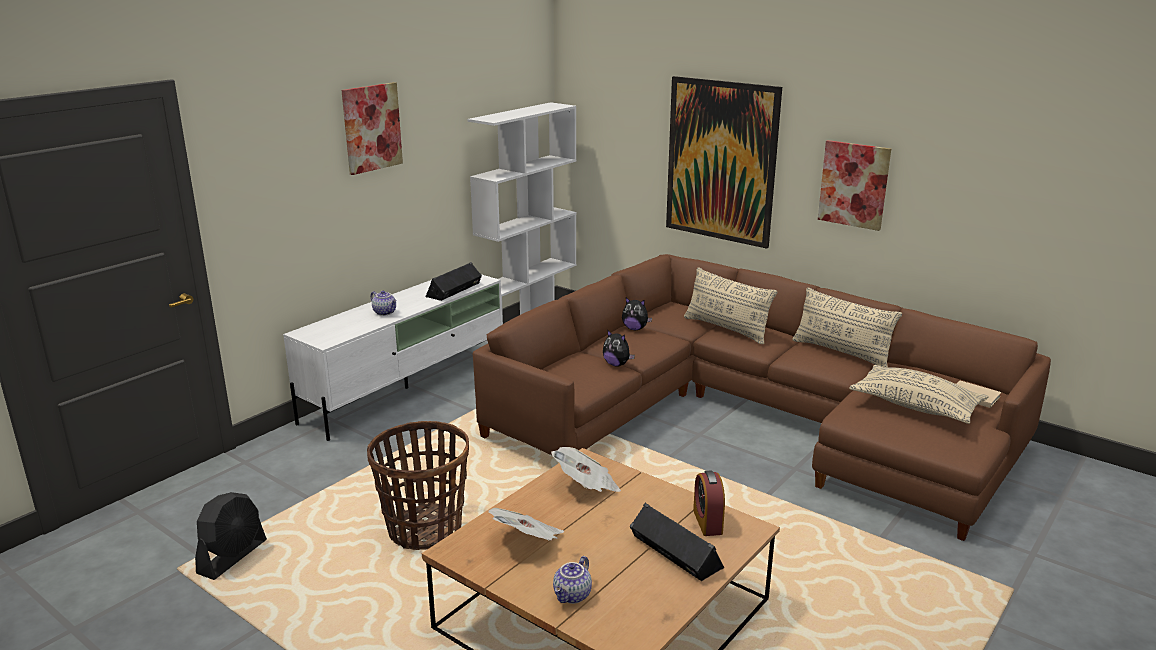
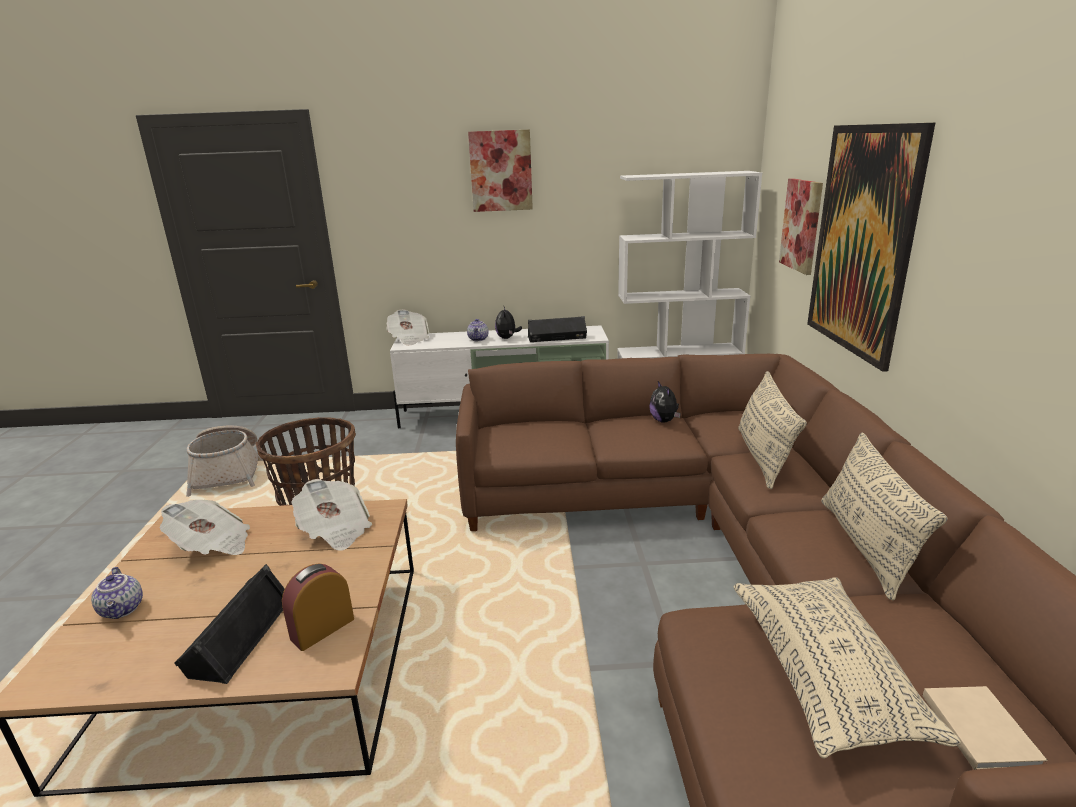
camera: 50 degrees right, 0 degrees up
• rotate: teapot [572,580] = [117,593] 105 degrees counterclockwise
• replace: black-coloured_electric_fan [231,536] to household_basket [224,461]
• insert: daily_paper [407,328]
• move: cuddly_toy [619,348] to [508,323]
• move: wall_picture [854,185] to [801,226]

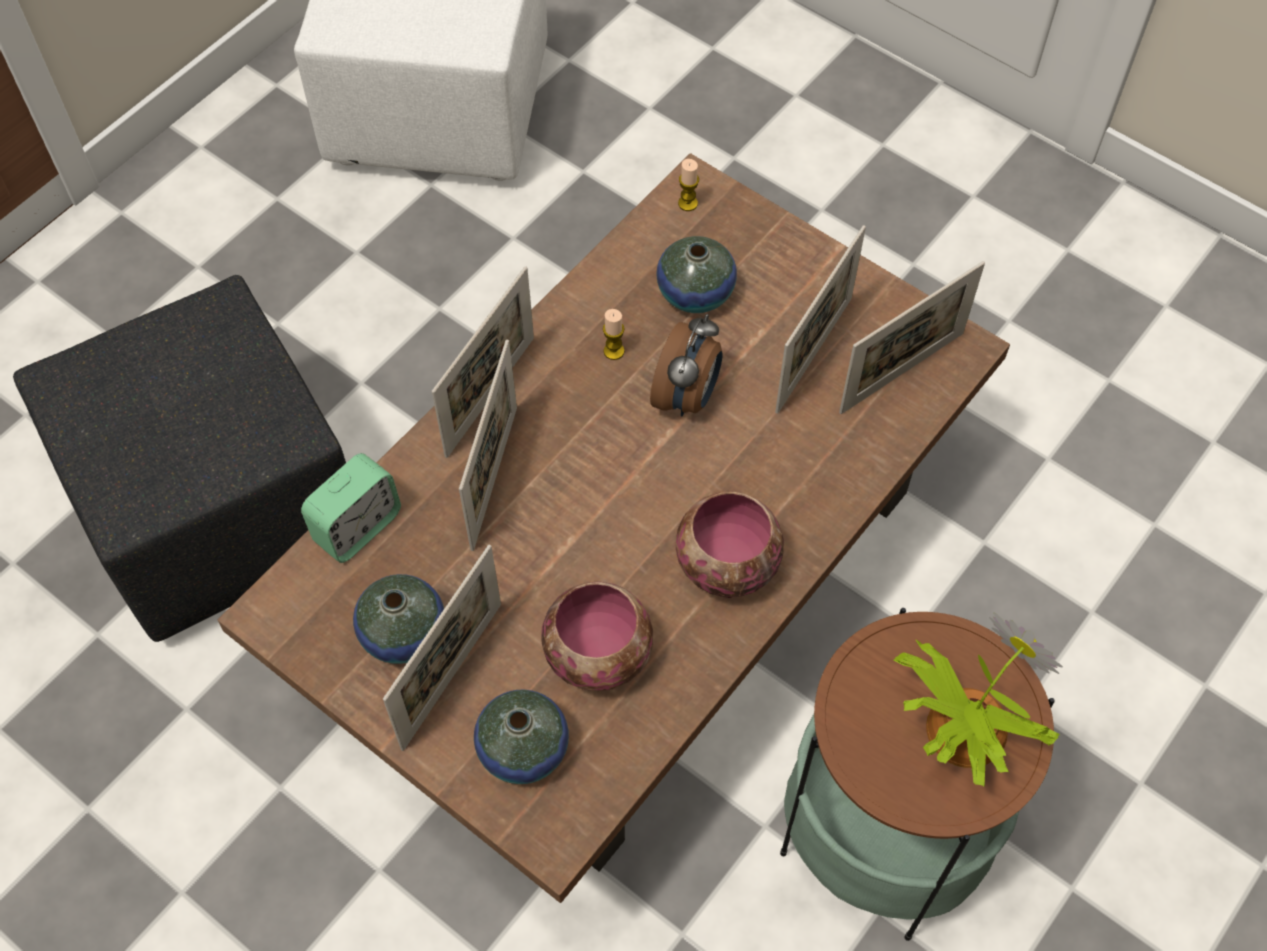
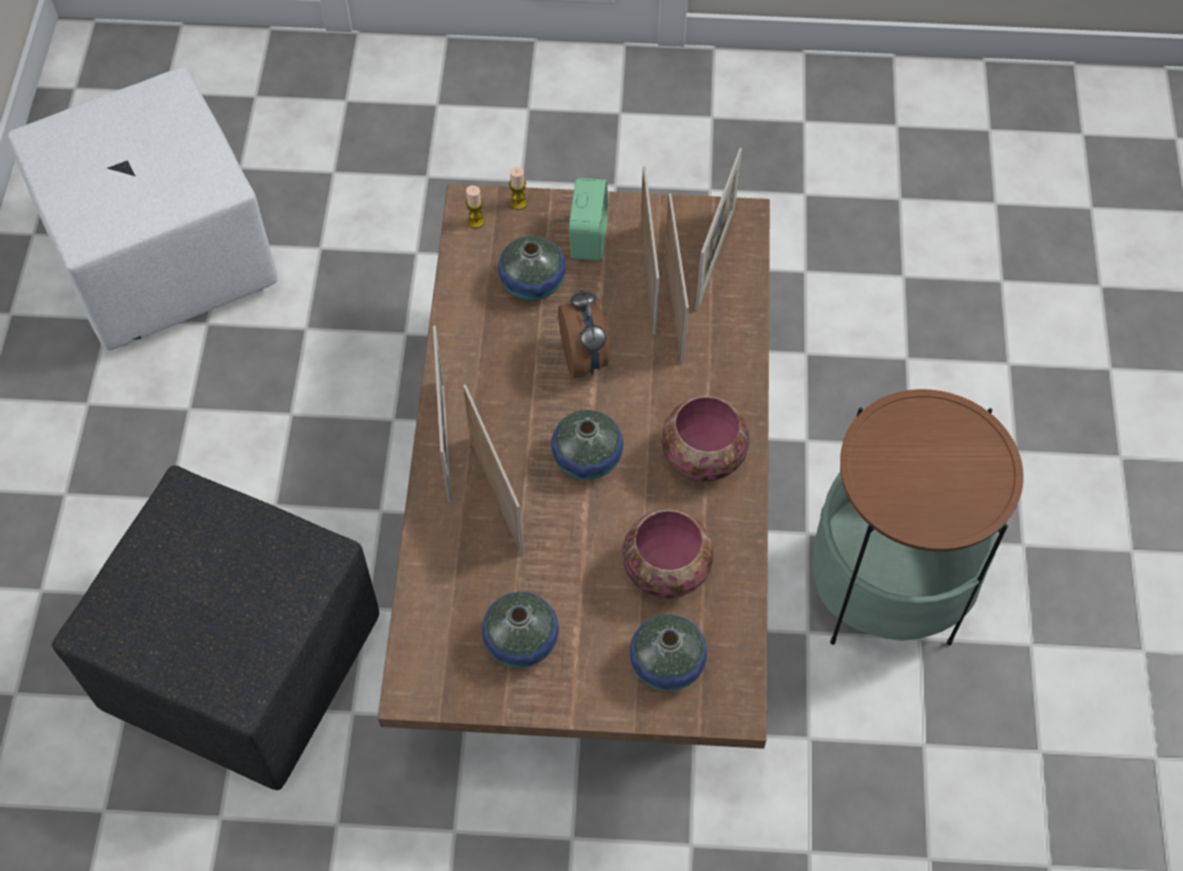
camera: 35 degrees left, 0 degrees up
• move: wax_candle [614,334] to [518,188]
• insert: flower_vase [587,445]
• move: alarm_clock [351,508] to [588,219]
• move: standing_frame [442,647] to [677,278]
• delete: plant_in_a_pot [978,699]

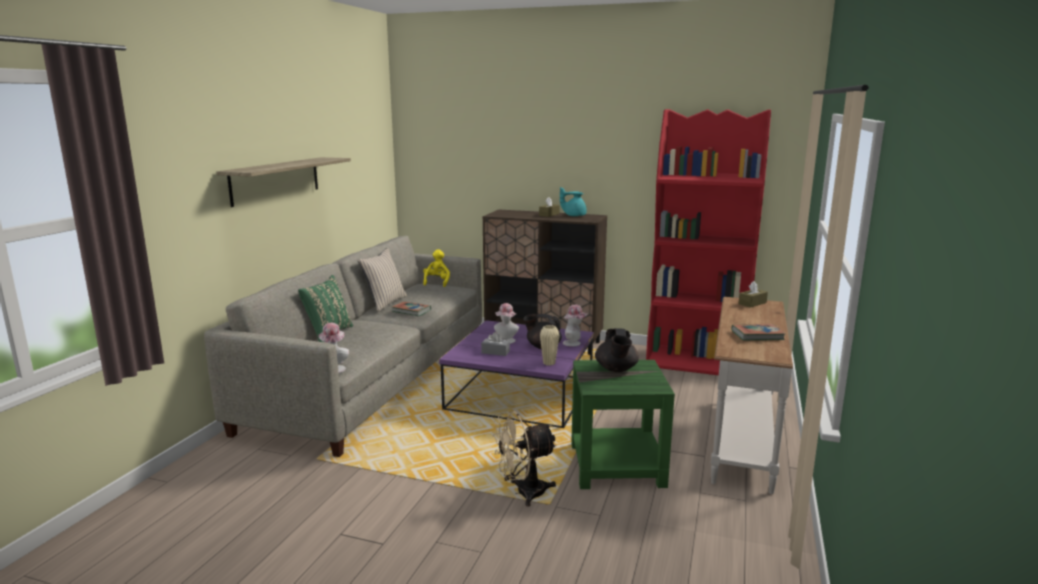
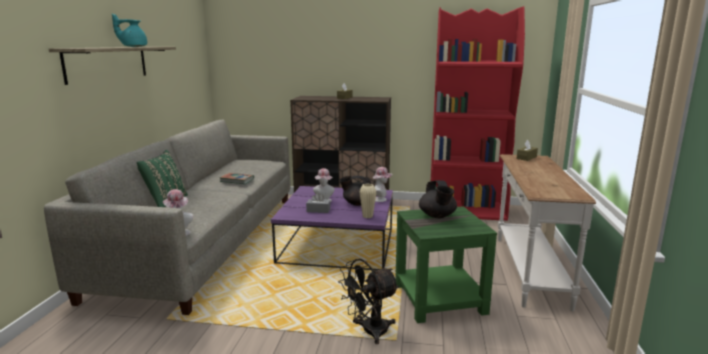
camera: 10 degrees left, 0 degrees up
• move: turquoise_teapot [573,202] to [129,30]
• recolor: beige-coloured_electric_fan [524,459] to black-coloured_electric_fan [369,301]
• delete: beige-coloured_cushion [382,280]
• delete: yellow_cuddly_toy [436,268]
• delete: volume [759,332]

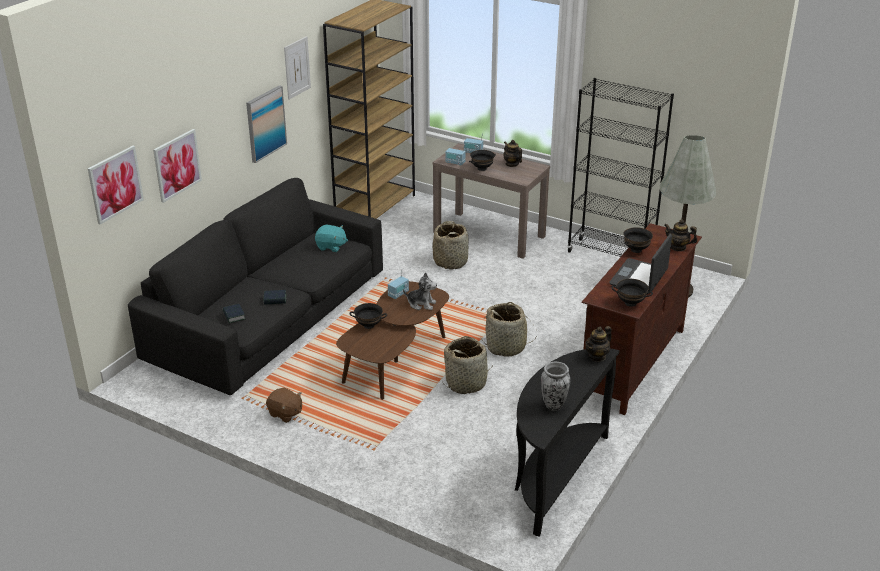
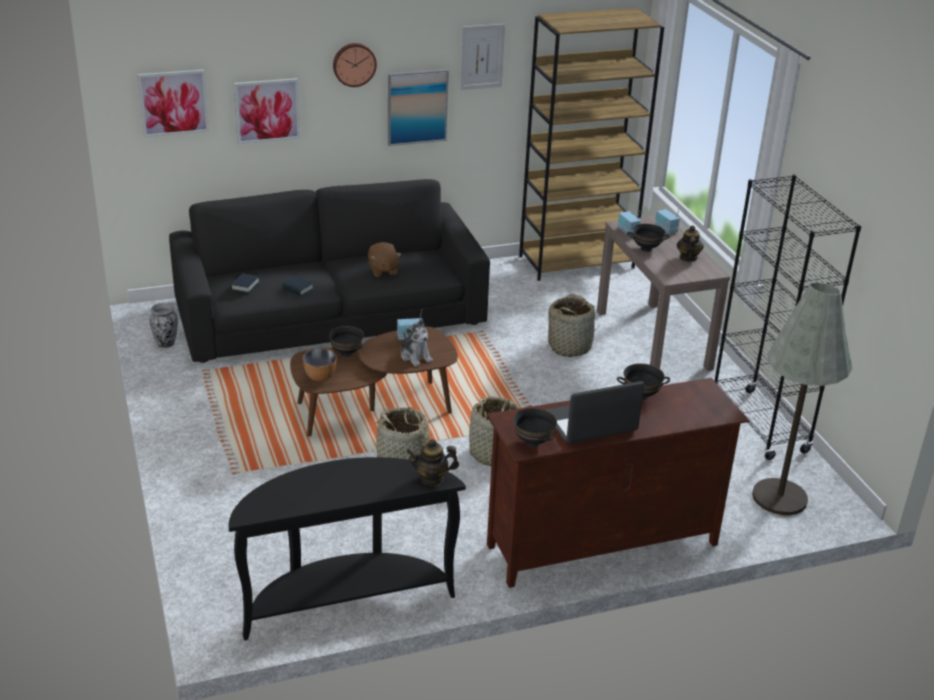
camera: 40 degrees right, 0 degrees up
• move: flower_vase [555,386] to [163,325]
• insert: serving_bowl [320,365]
• insert: wall_clock [355,65]
• move: brownish_cuddly_toy [284,405] to [384,259]
• delete: turquoise_cuddly_toy [331,238]
• delete: teapot [680,235]

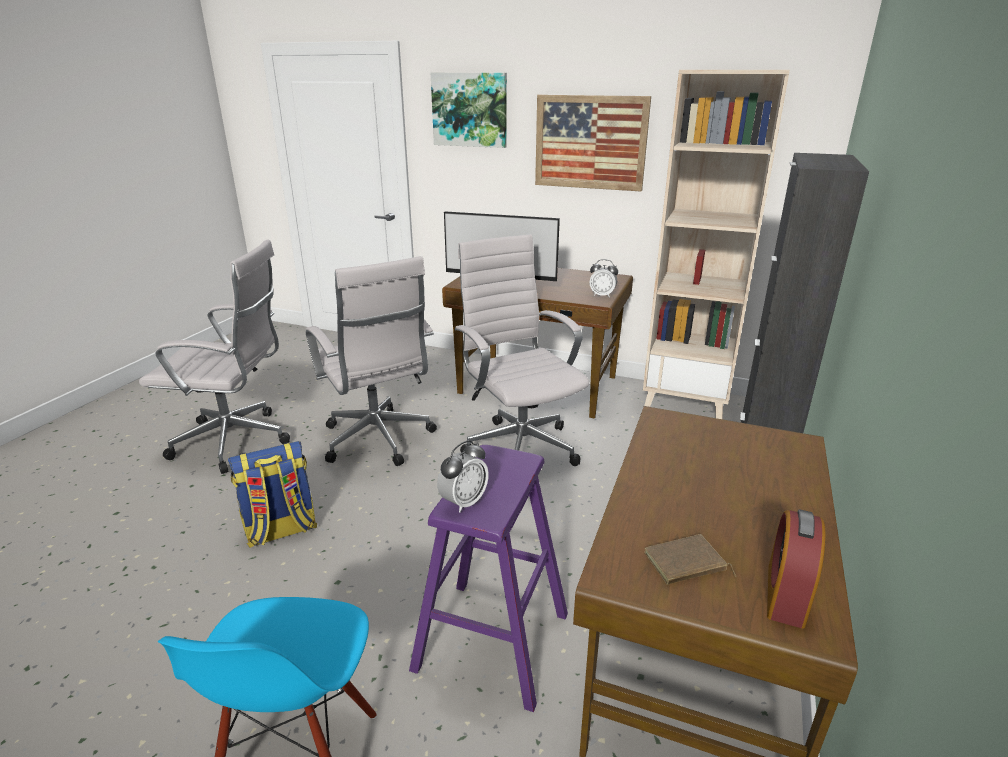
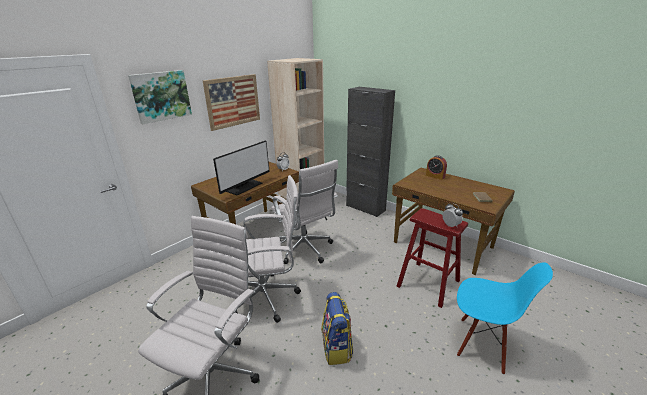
camera: 70 degrees left, 0 degrees up
• rotate: white-coloured_computer_chair [522,350] = [304,212] 120 degrees counterclockwise
• recolor: purple_stool_seat [488,578] to red_stool_seat [432,258]
• move: alarm_clock [796,569] to [436,167]

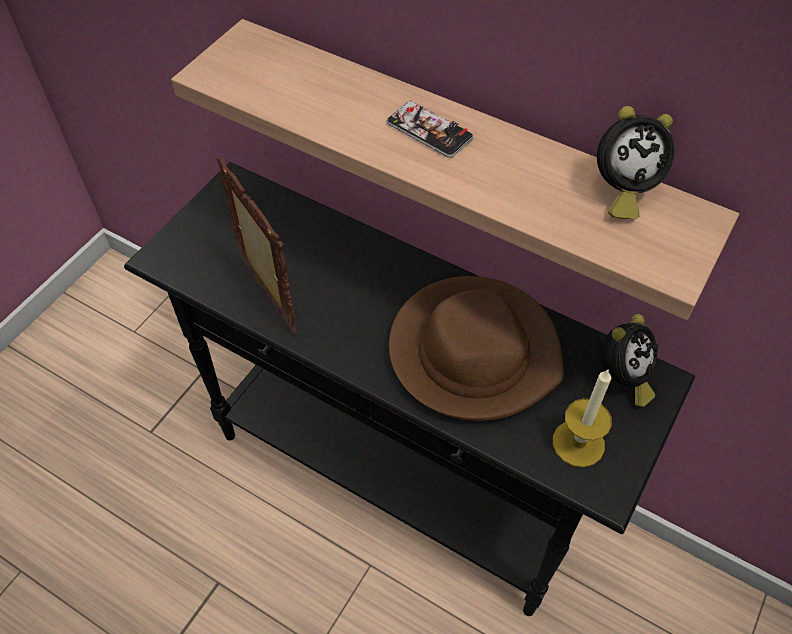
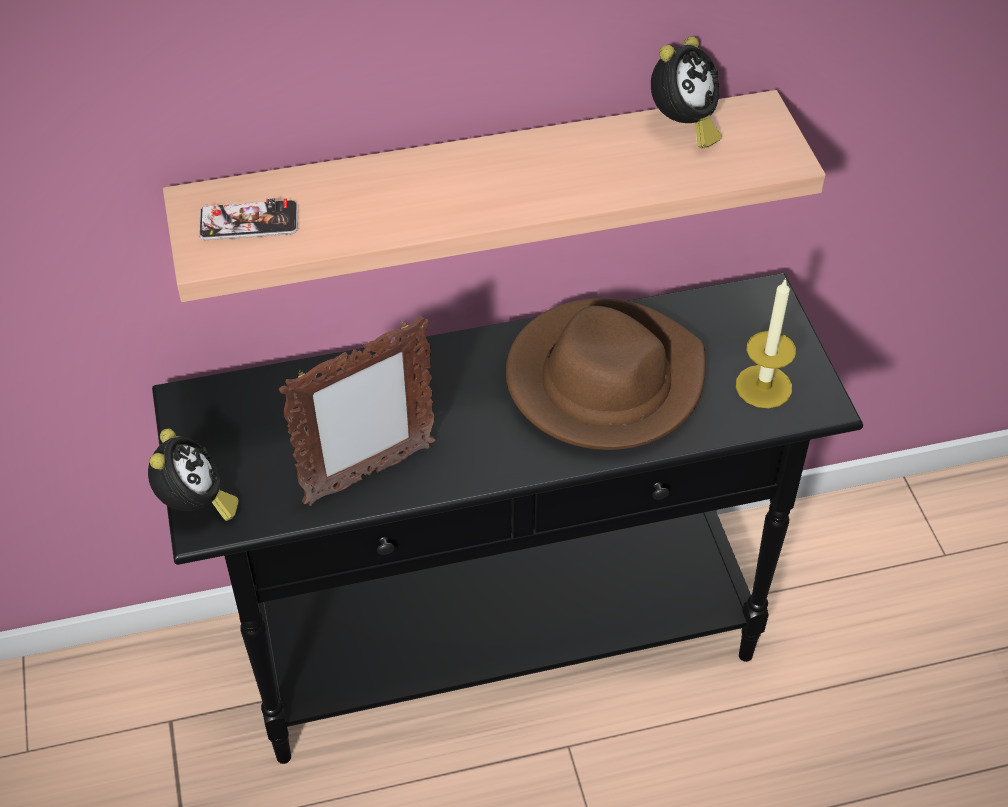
camera: 45 degrees left, 5 degrees down
• move: alarm_clock [629,360] to [193,475]
• move: telephone [430,129] to [248,219]
• rotate: standing_frame [256,245] = [357,411] 135 degrees clockwise

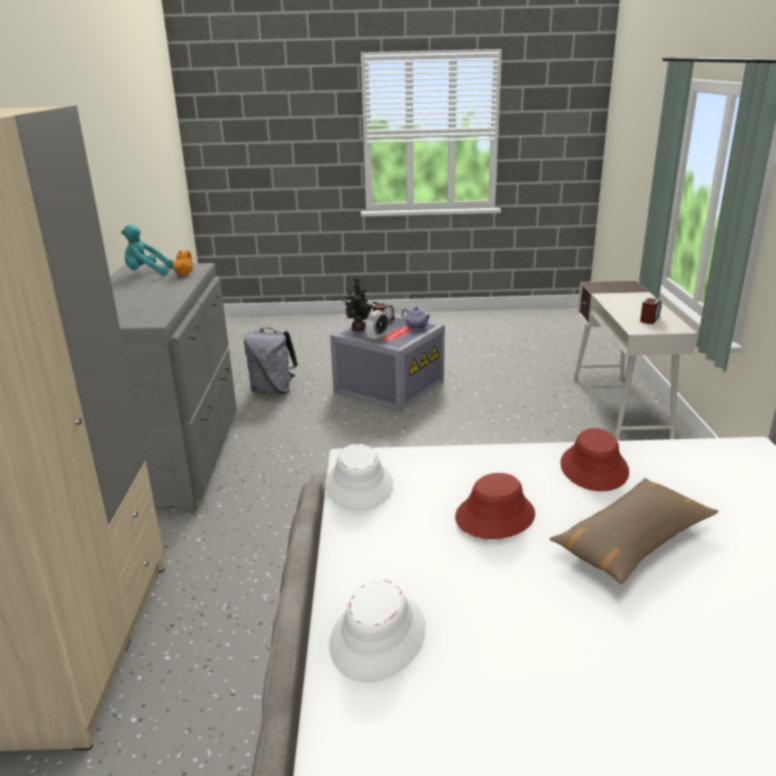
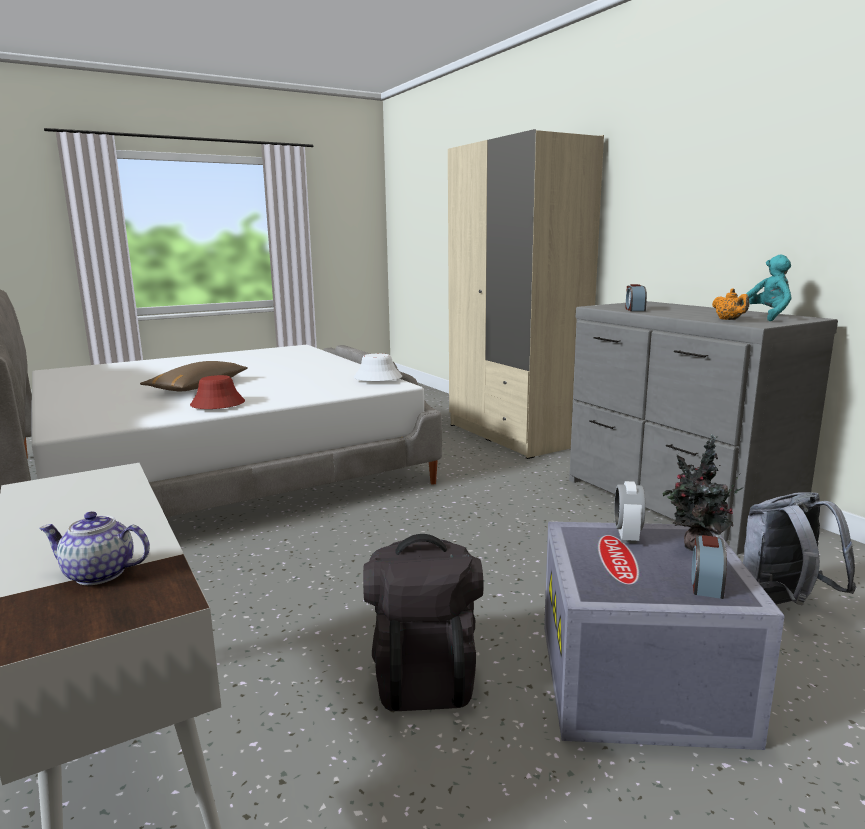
camera: 150 degrees right, 10 degrees down
• move: teapot [416,318] to [94,548]
• insert: black-coloured_rucksack [423,622]
• move: alarm_clock [651,311] to [636,297]
• delete: white-coloured_hat [377,631]
• delete: red_hat [495,506]

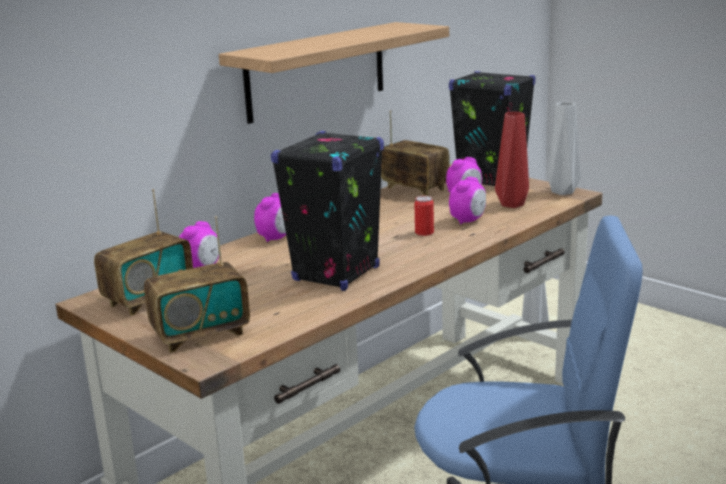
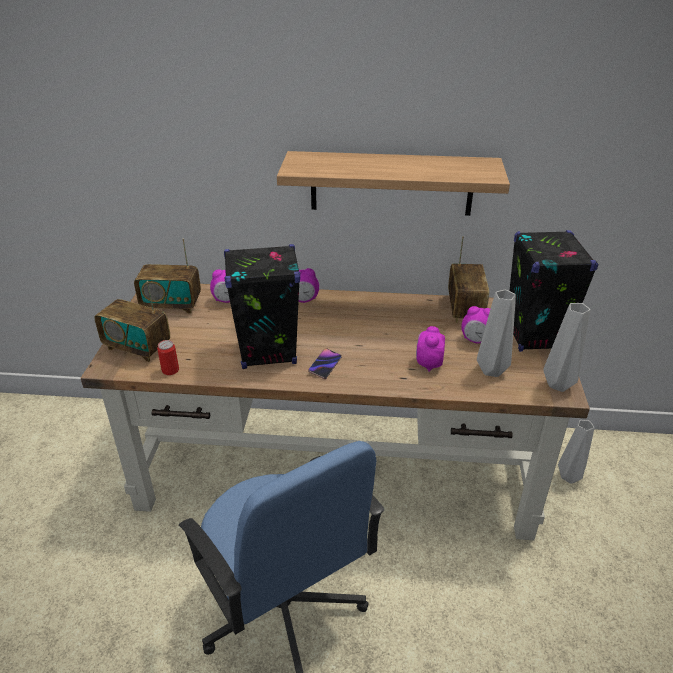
camera: 50 degrees right, 15 degrees up
• move: metal_can [424,216] to [168,357]
• insert: telephone [325,363]
• rotate: alarm_clock [467,200] = [430,349] 105 degrees clockwise
• recolor: red_flower_vase [512,160] to grey_flower_vase [496,333]

